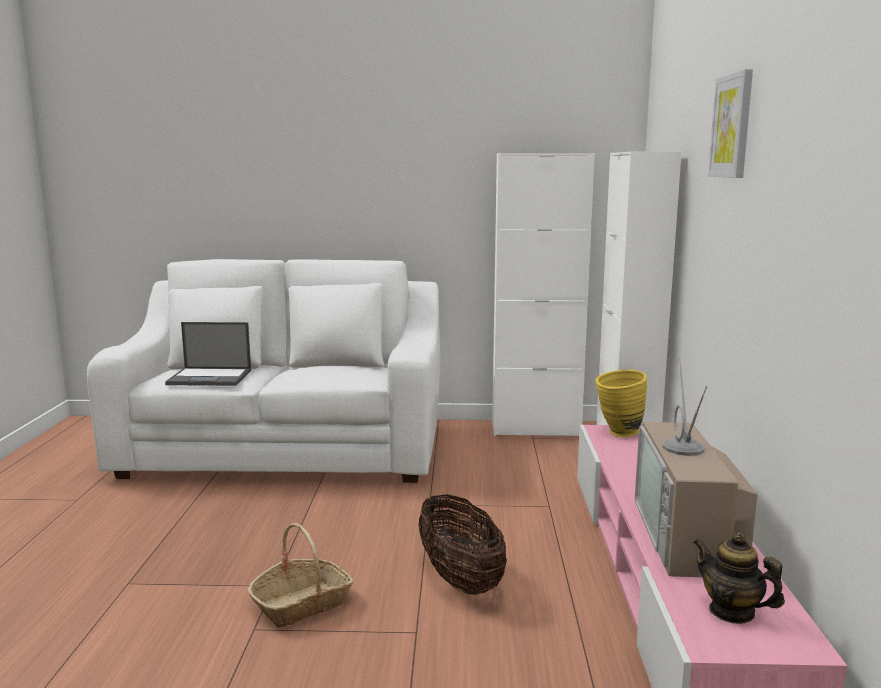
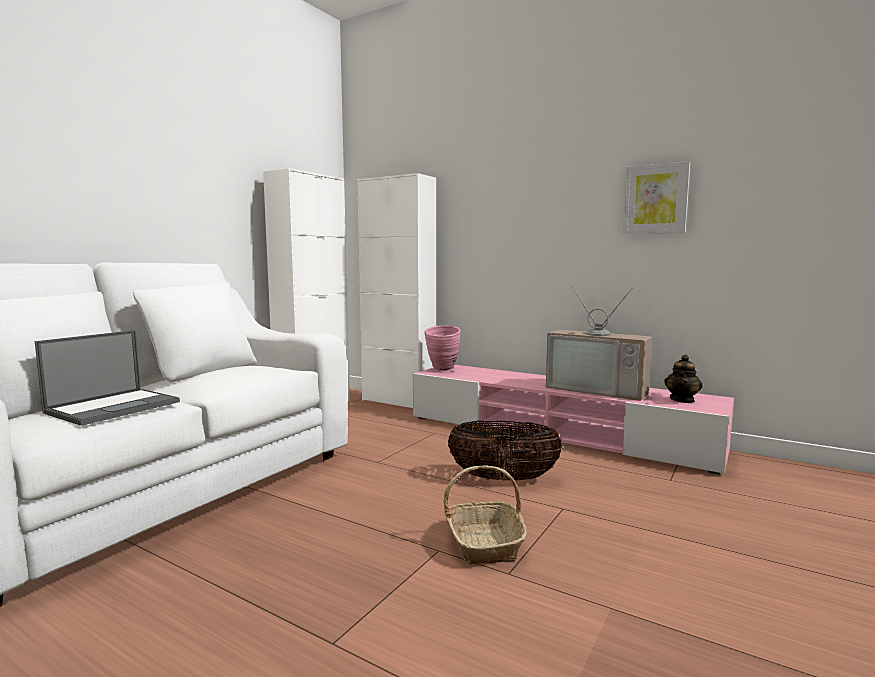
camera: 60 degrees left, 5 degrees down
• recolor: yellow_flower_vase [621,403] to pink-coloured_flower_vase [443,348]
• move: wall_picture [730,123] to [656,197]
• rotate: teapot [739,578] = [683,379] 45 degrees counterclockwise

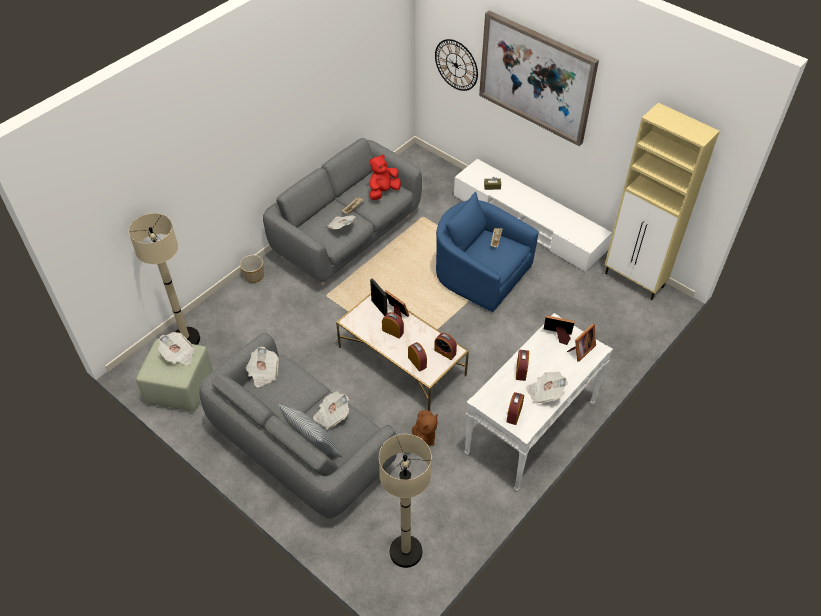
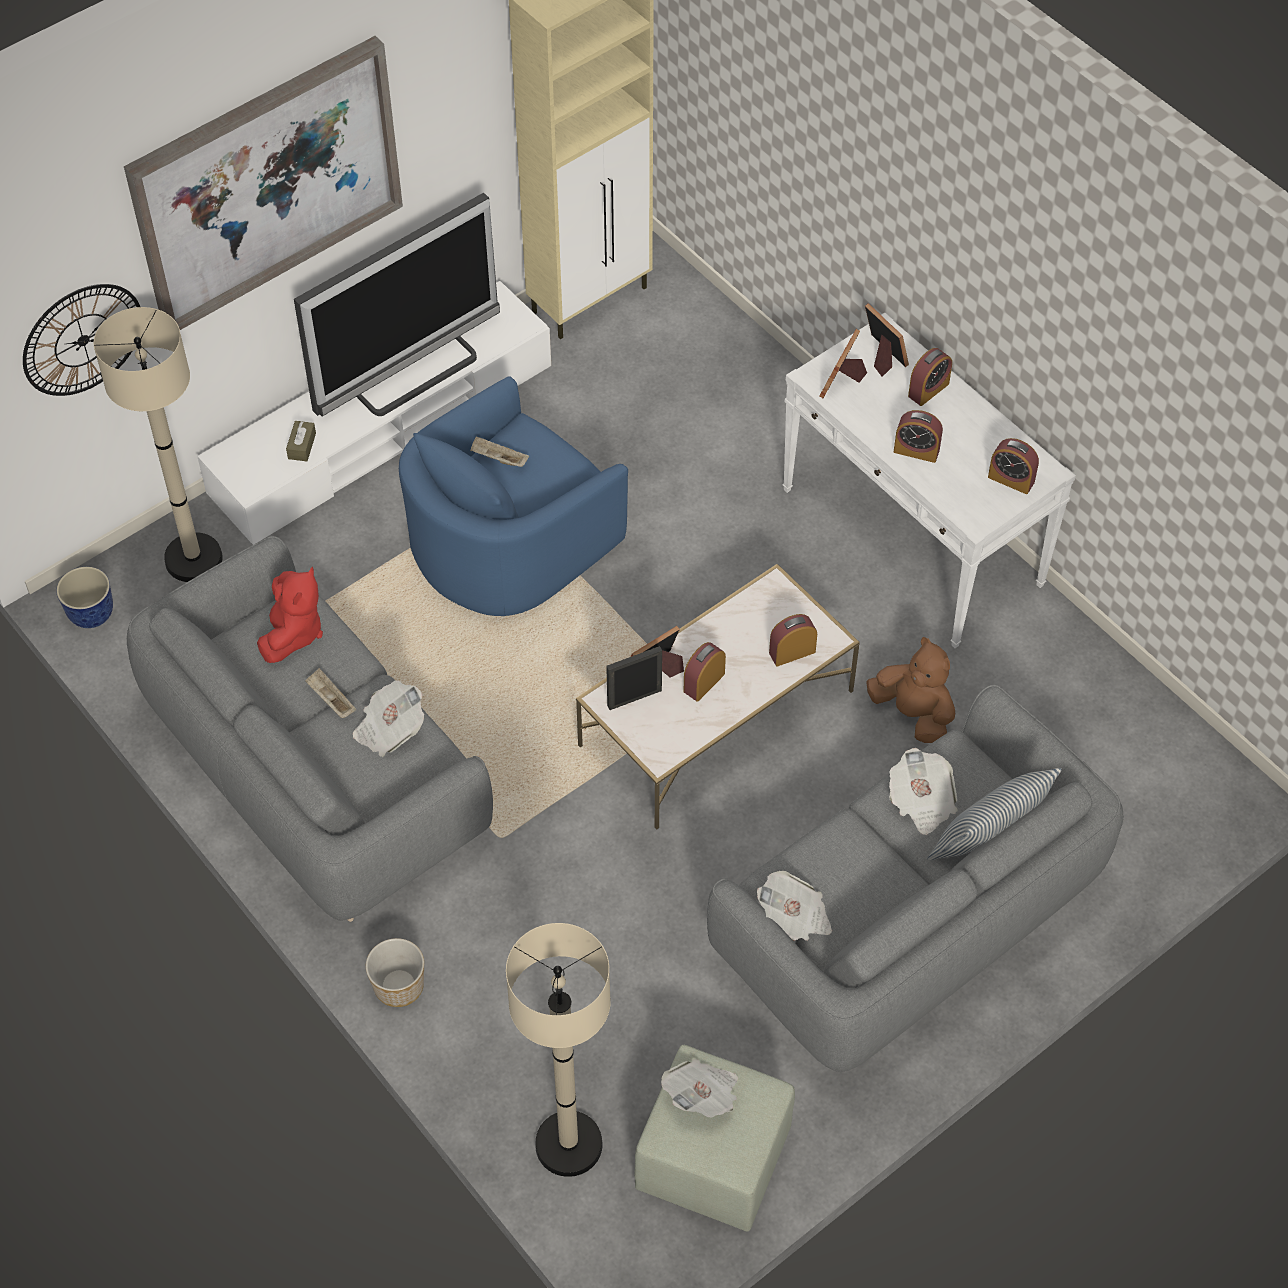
camera: 80 degrees left, 5 degrees up
• insert: planter [84,597]
• move: beige-coloured_floor_lamp [405,501] to [158,444]
• rotate: red_cuddly_toy [385,177] = [290,615] 135 degrees counterclockwise
• insert: TV_set [397,304]
• move: alarm_clock [445,346] to [930,377]
• delete: daily_paper [547,388]

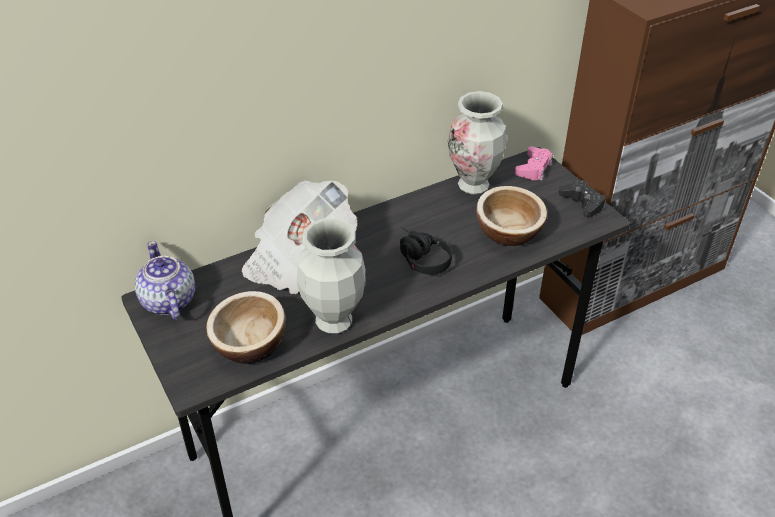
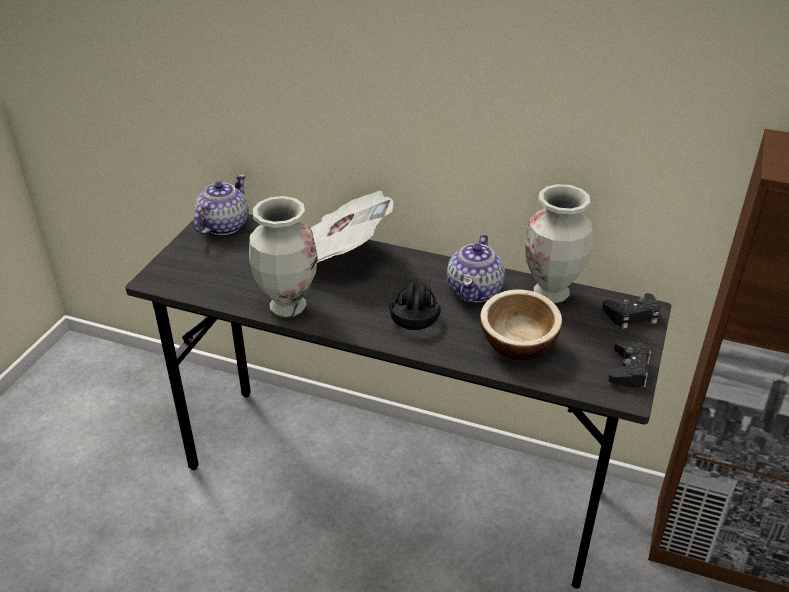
camera: 50 degrees right, 5 degrees down
• insert: teapot [476,268]
• recolor: pink-coloured_gamepad [534,163] to black-coloured_gamepad [631,311]
• delete: serving_bowl [245,327]

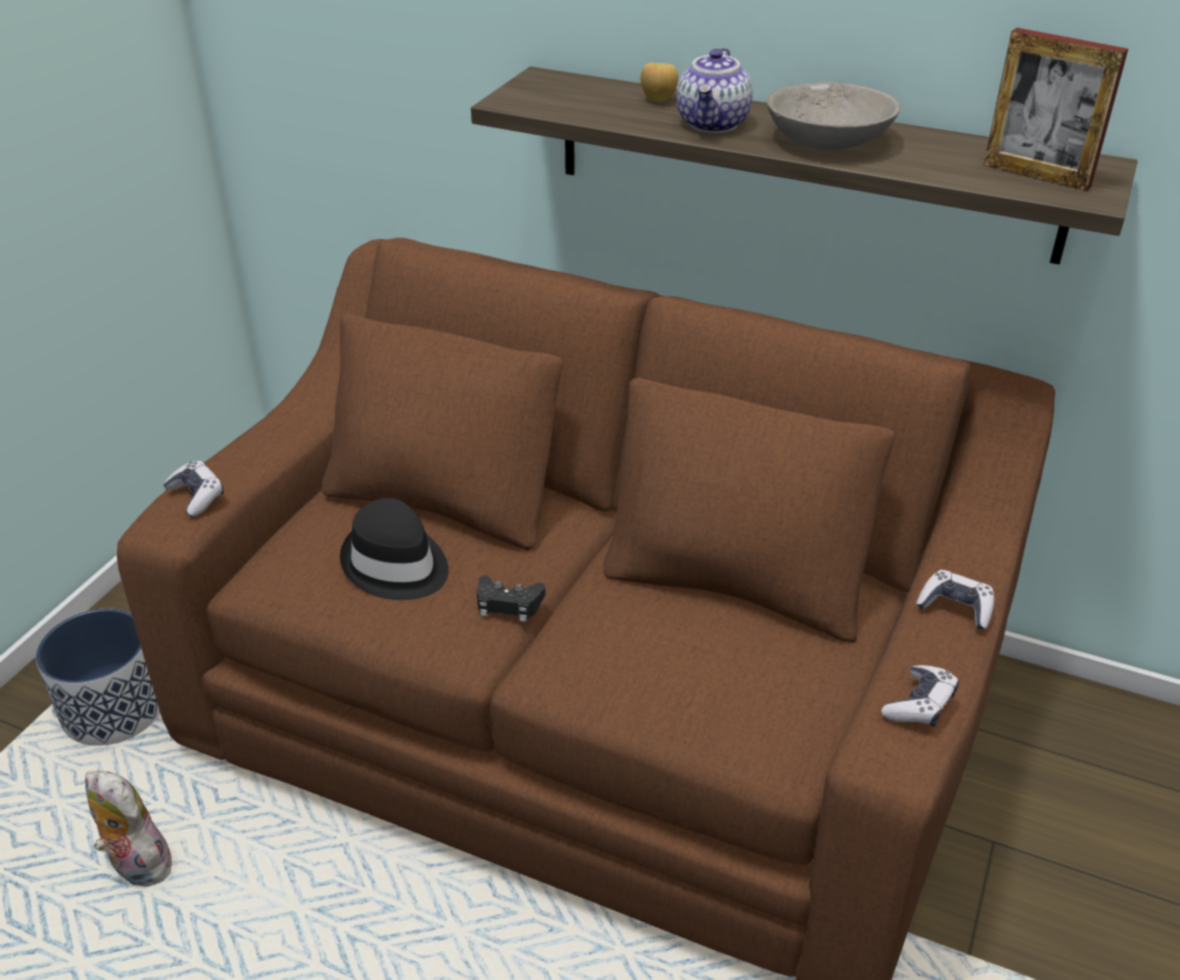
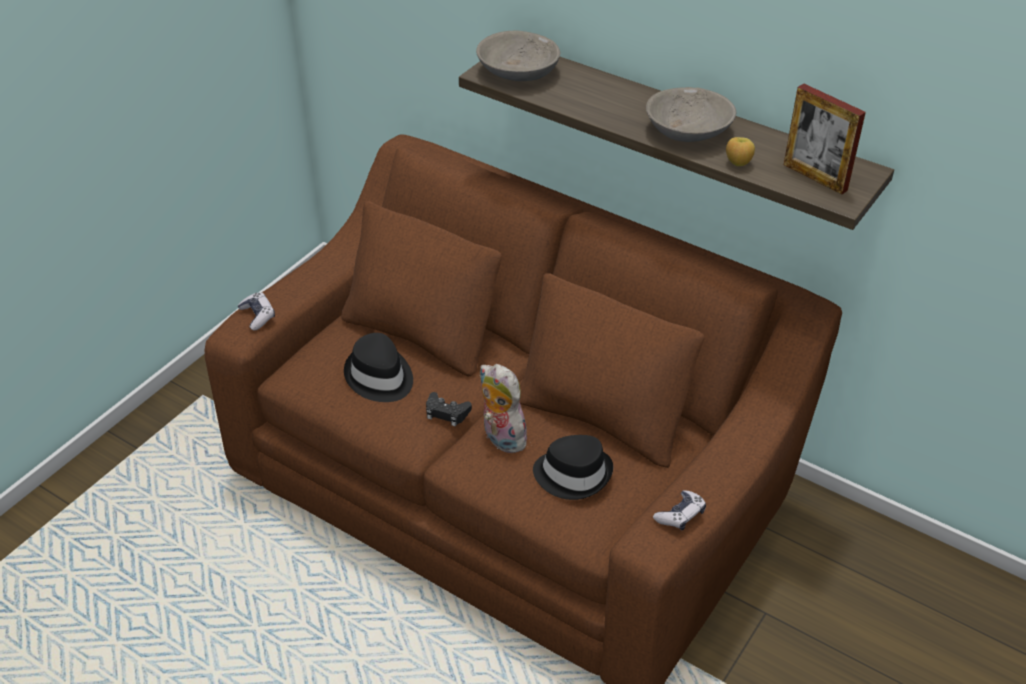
camera: 10 degrees right, 5 degrees up
• insert: grey_serving_bowl [518,56]
• move: cuddly_toy [130,829] to [504,408]
• insert: black-coloured_hat [573,467]
• move: whole_apple [659,82] to [740,151]
• delete: planter [98,677]
• delete: teapot [715,90]
• delete: gamepad [955,600]

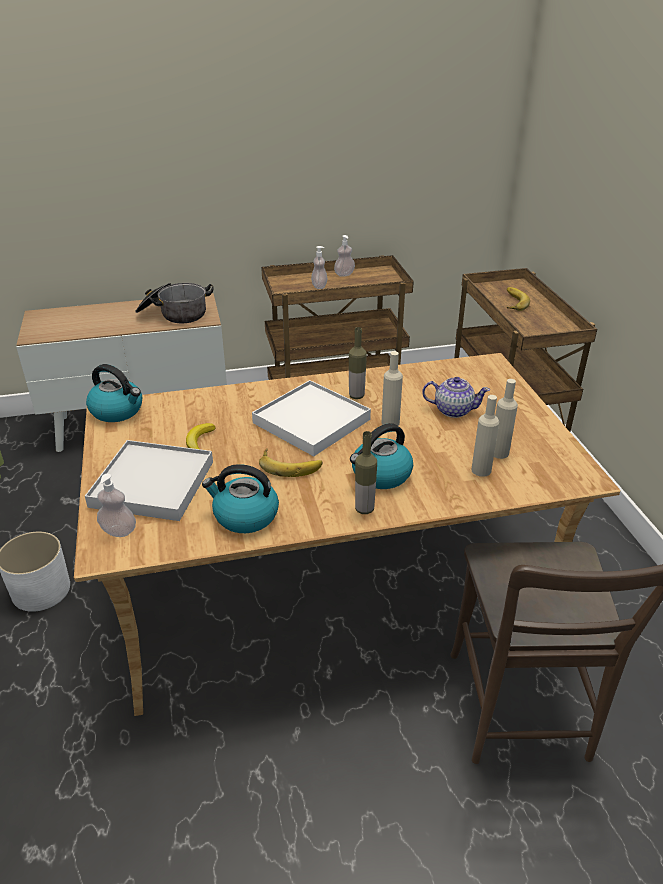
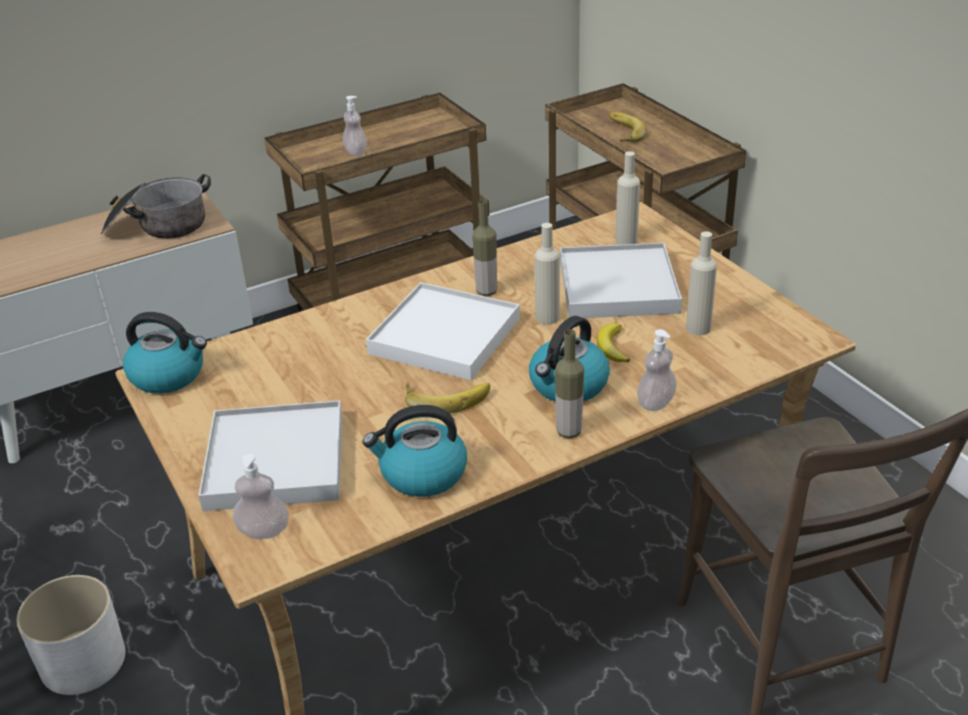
camera: 15 degrees left, 0 degrees up
• replace: teapot [456,397] to white-coloured_tray [621,280]
• move: whole_banana [201,436] to [613,342]
• move: beige-coloured_beverage_bottle [485,436] to [627,198]
• move: liquid_soap_bottle [344,256] to [657,370]

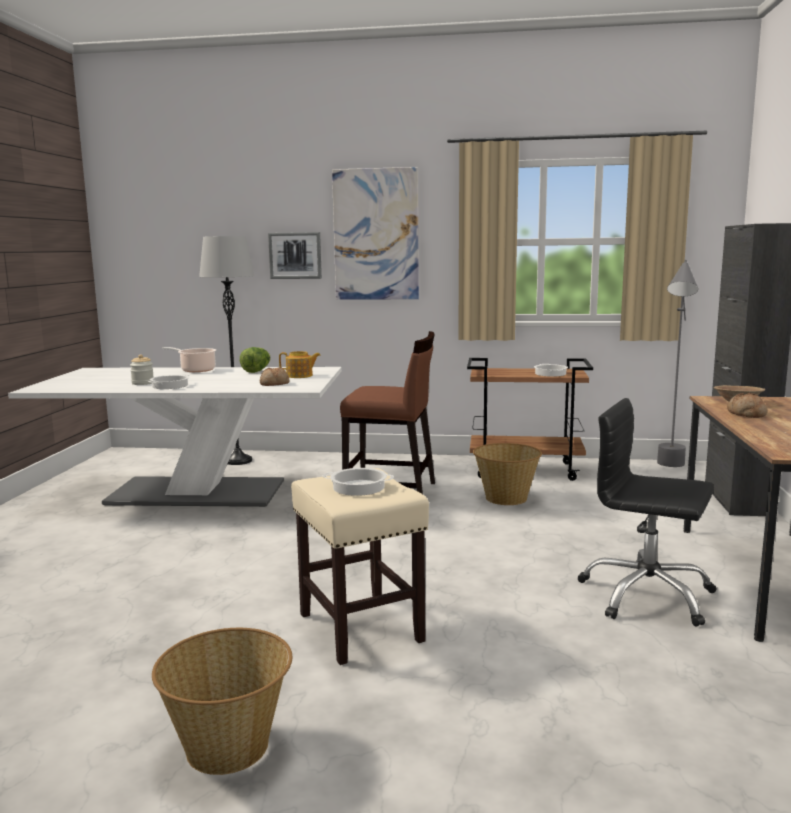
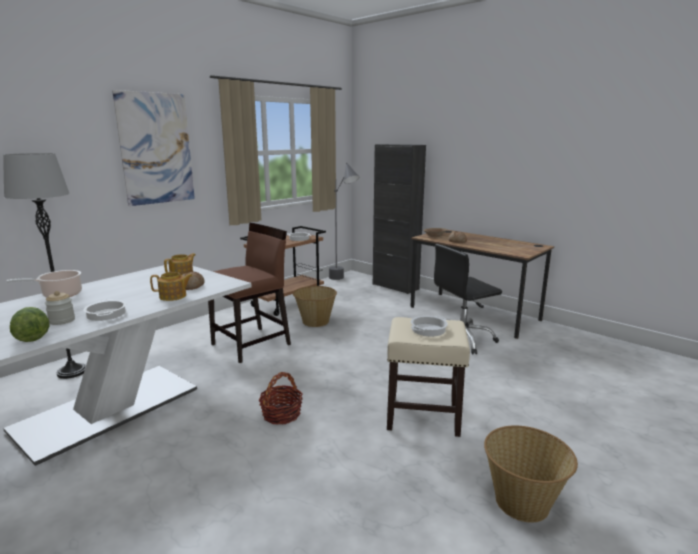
camera: 55 degrees left, 5 degrees up
• move: head_of_lettuce [255,360] to [30,324]
• insert: teapot [171,286]
• insert: household_basket [280,398]
• delete: wall_picture [295,255]

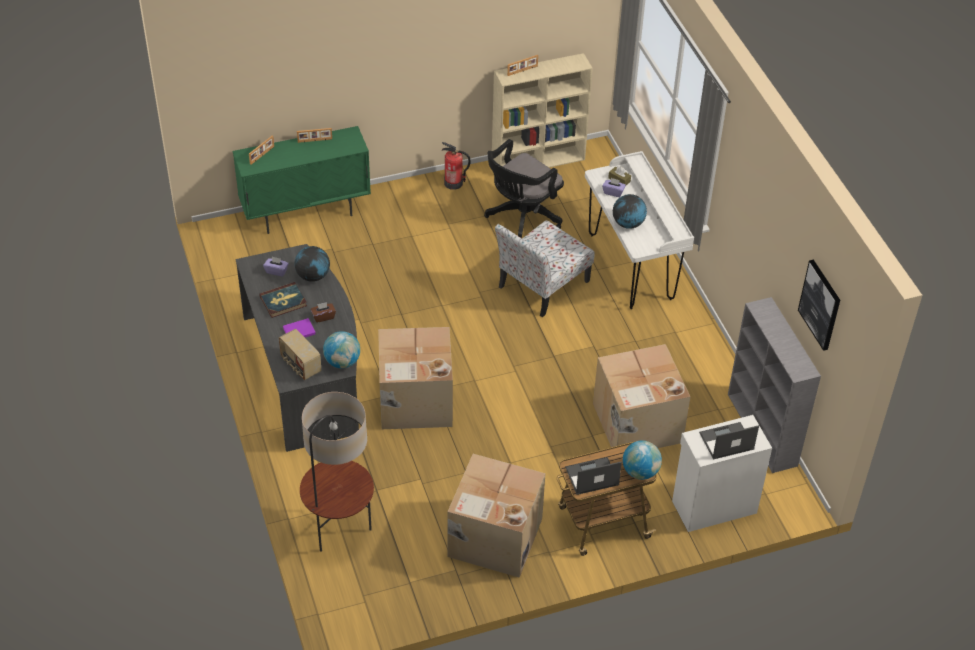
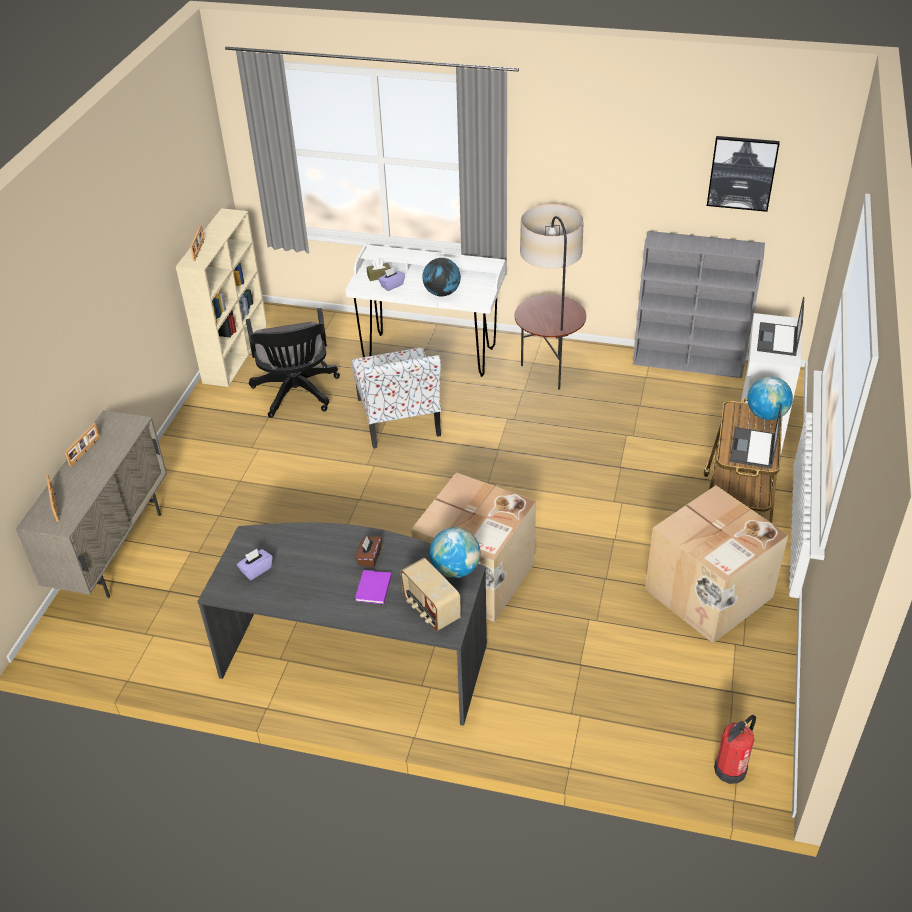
camera: 55 degrees left, 5 degrees down
• recolor: green_cabinet [302,180] to beige-coloured_cabinet [91,504]
• rotate: radio_receiver [300,354] = [430,594] 60 degrees clockwise
• move: floor_lamp [337,472] to [550,297]
• move: fire_extinguisher [456,166] to [735,749]
• delete: volume [283,300]
• delete: desk_globe [312,264]
• delete: packing_box [641,396]

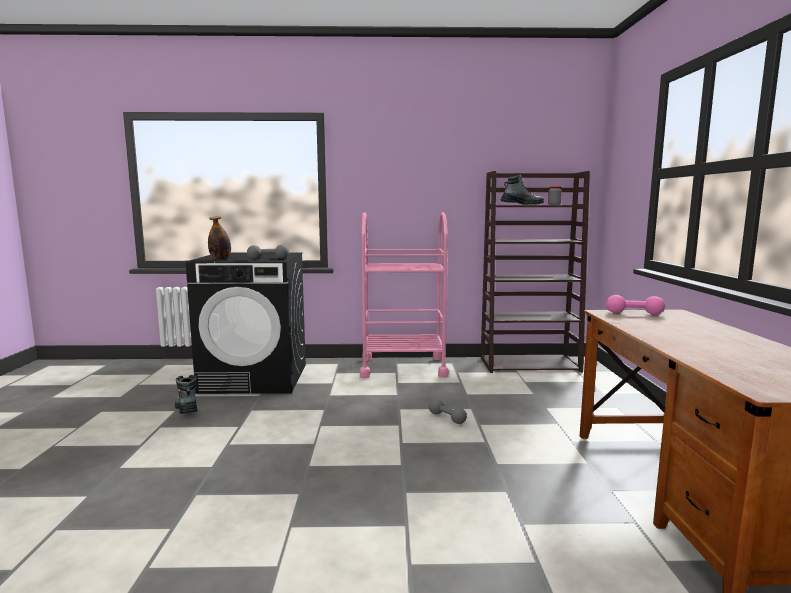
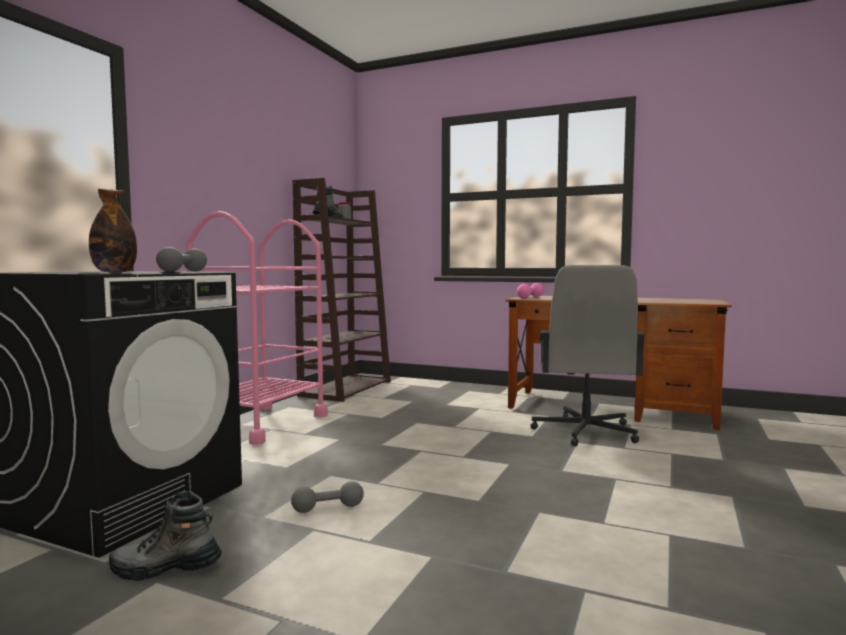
camera: 65 degrees left, 5 degrees down
• move: grey_free_weight [447,411] to [327,497]
• insert: grey_computer_chair [588,355]

